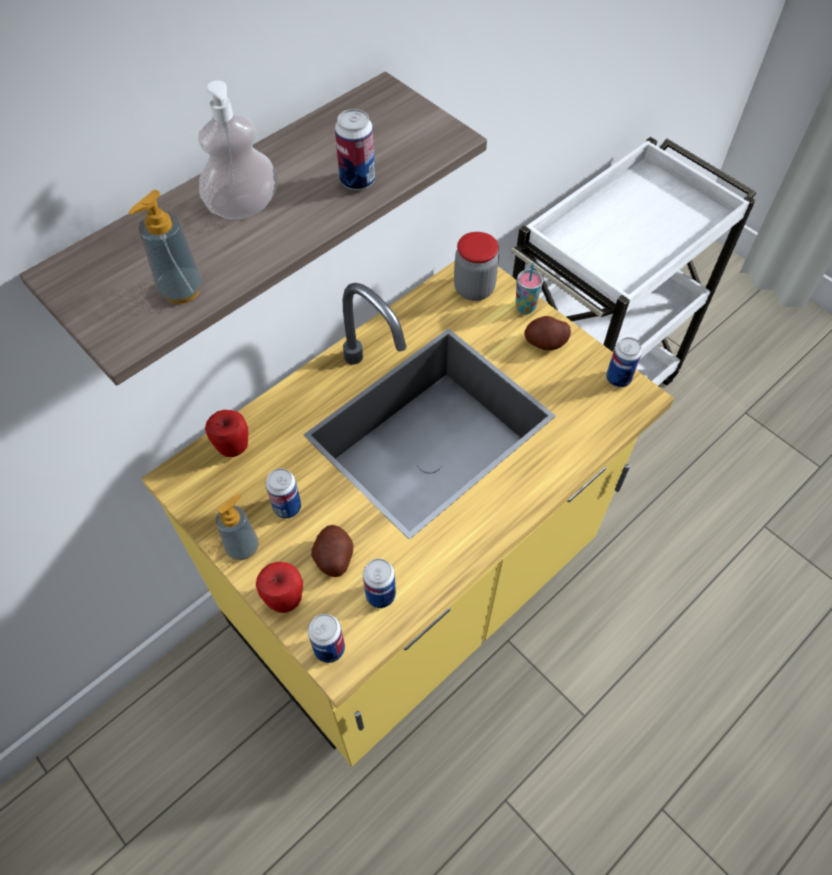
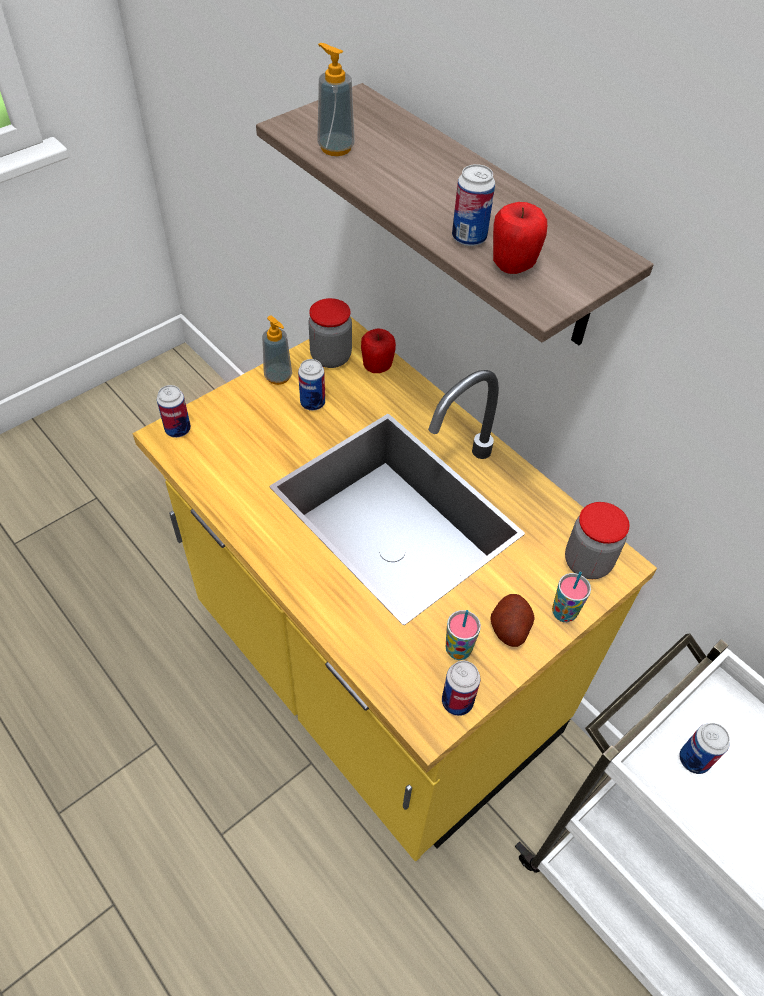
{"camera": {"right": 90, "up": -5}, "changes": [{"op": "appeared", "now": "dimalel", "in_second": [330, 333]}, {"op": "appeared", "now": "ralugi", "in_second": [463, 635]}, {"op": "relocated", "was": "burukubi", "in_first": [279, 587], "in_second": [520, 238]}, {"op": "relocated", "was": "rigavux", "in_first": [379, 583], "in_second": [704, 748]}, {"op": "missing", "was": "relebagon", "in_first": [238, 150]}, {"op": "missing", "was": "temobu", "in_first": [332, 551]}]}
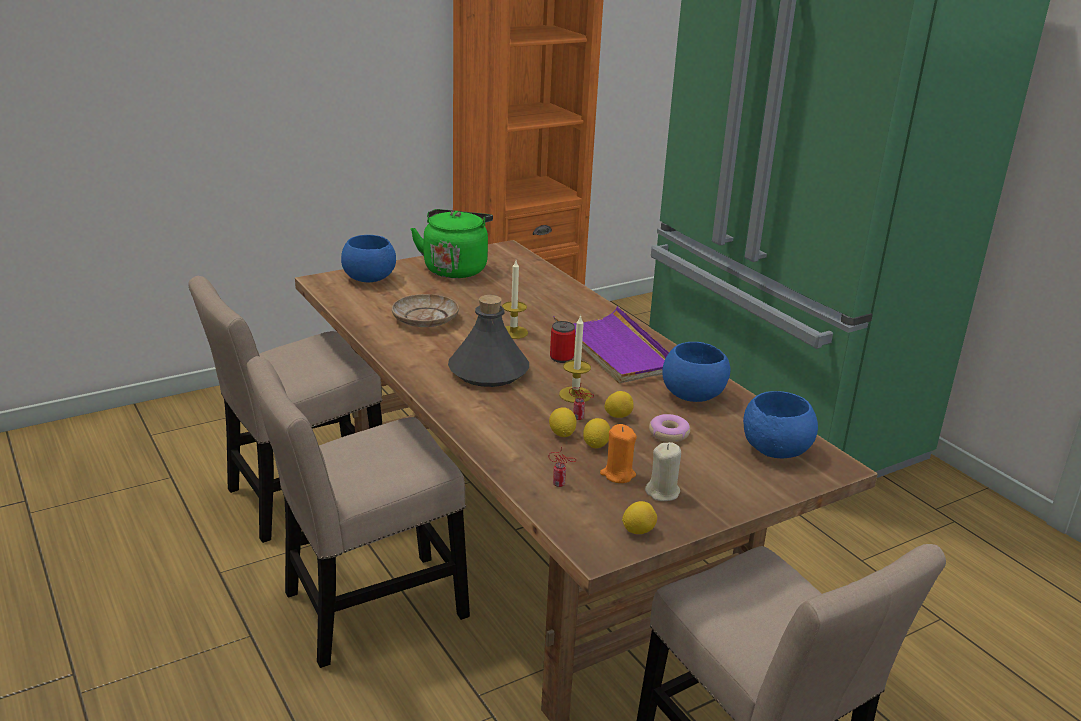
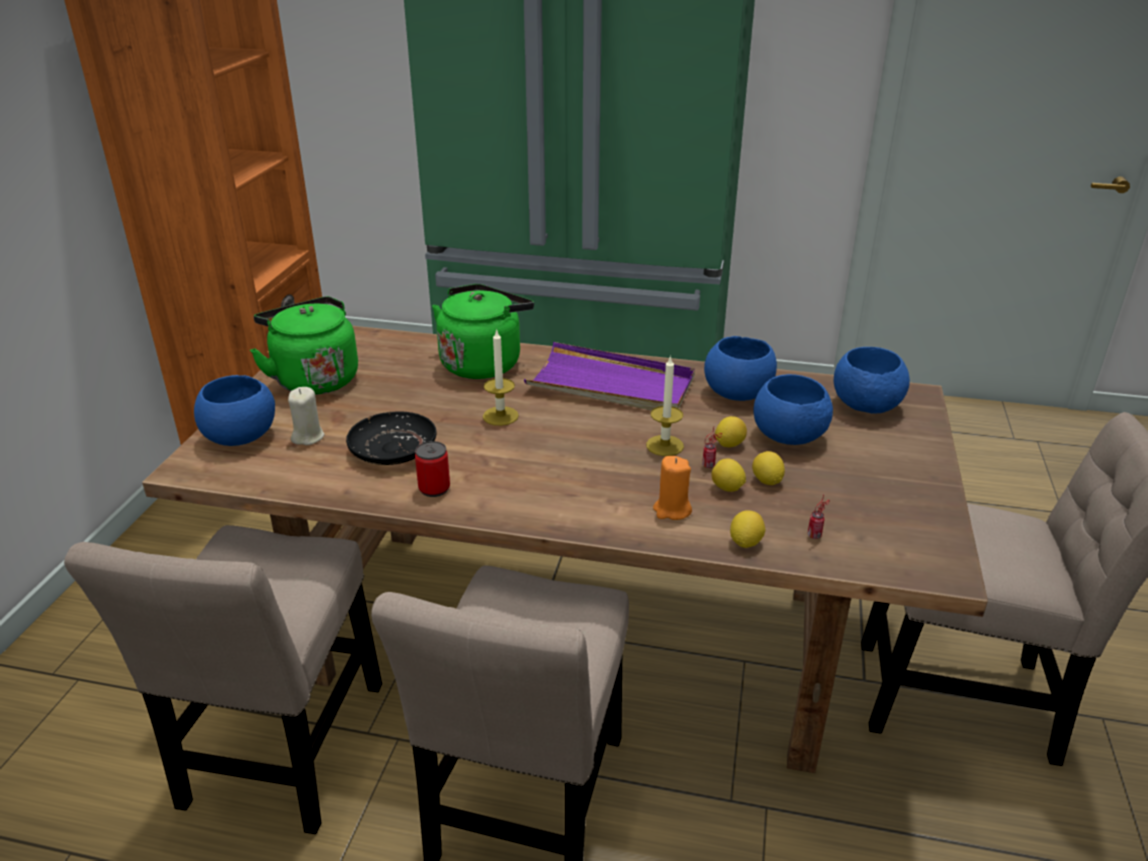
{"camera": {"right": -45, "up": 5}, "changes": [{"op": "relocated", "was": "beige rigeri", "in_first": [663, 471], "in_second": [306, 416]}, {"op": "colour", "was": "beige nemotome", "now": "black nemotome", "in_first": [425, 310], "in_second": [391, 438]}, {"op": "relocated", "was": "rigavux", "in_first": [562, 342], "in_second": [432, 469]}, {"op": "appeared", "now": "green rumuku", "in_second": [483, 331]}, {"op": "relocated", "was": "orange rigeri", "in_first": [618, 453], "in_second": [672, 488]}, {"op": "relocated", "was": "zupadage", "in_first": [639, 517], "in_second": [747, 529]}, {"op": "exchanged", "was": "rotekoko", "now": "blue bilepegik", "in_first": [669, 428], "in_second": [793, 409]}, {"op": "missing", "was": "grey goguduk", "in_first": [488, 341]}]}
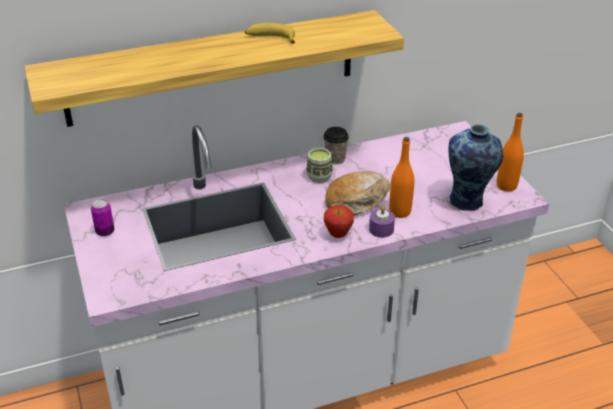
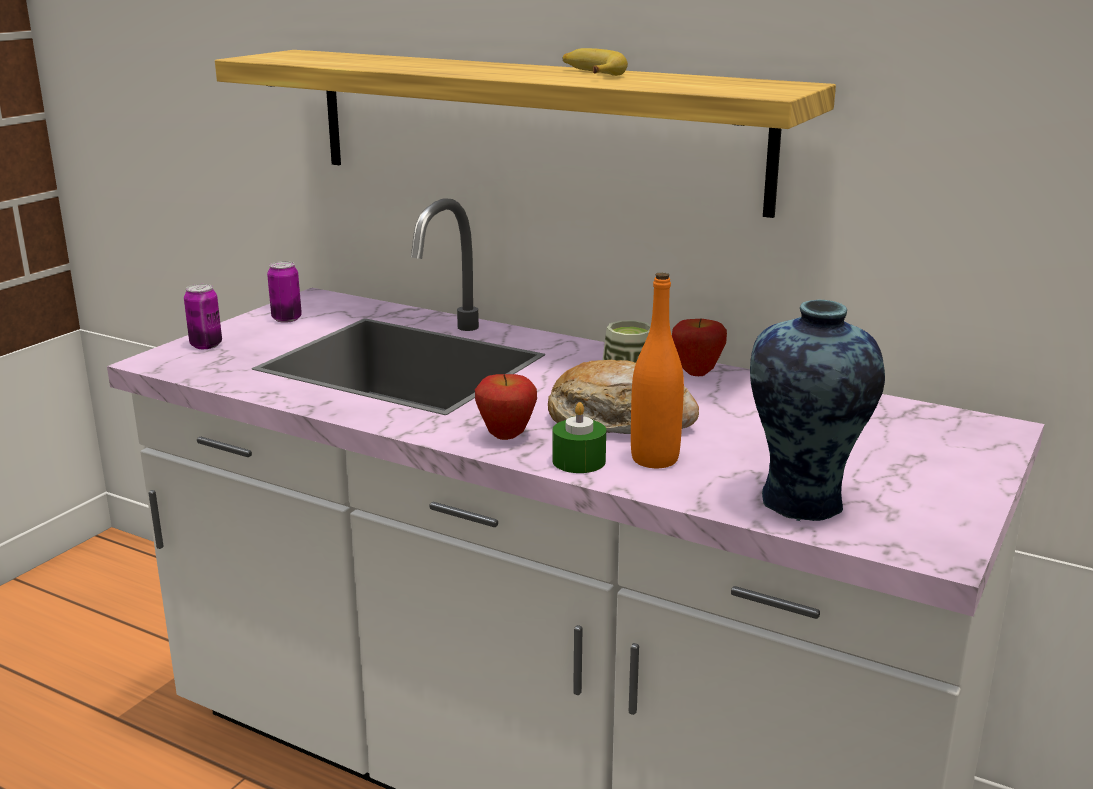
{"camera": {"right": 50, "up": -15}, "changes": [{"op": "appeared", "now": "rigavux", "in_second": [203, 316]}, {"op": "colour", "was": "purple rigeri", "now": "green rigeri", "in_first": [382, 222], "in_second": [579, 437]}, {"op": "exchanged", "was": "ralugi", "now": "burukubi", "in_first": [336, 145], "in_second": [699, 347]}, {"op": "missing", "was": "orange goguduk", "in_first": [510, 152]}]}
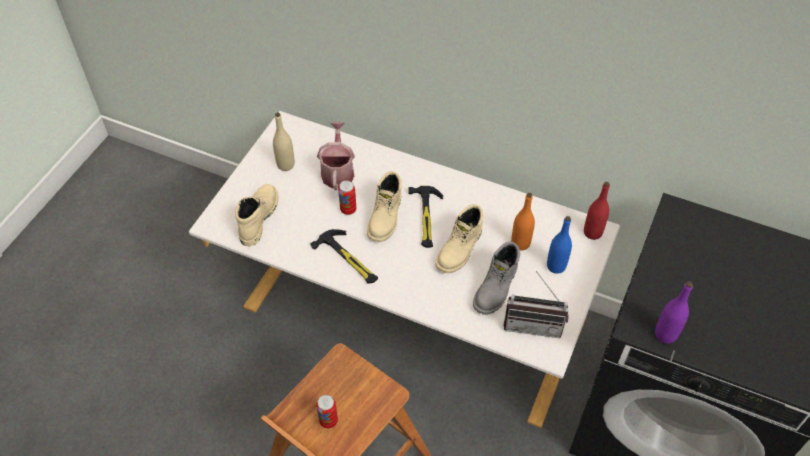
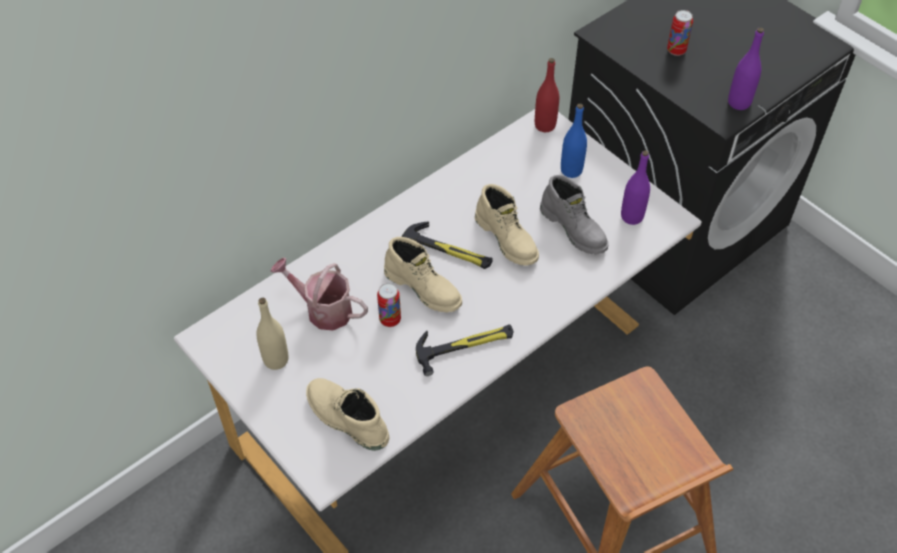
{"camera": {"right": -65, "up": 0}, "changes": [{"op": "exchanged", "was": "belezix", "now": "purple goguduk", "in_first": [536, 304], "in_second": [635, 187]}, {"op": "relocated", "was": "rigavux", "in_first": [327, 412], "in_second": [680, 33]}, {"op": "missing", "was": "orange goguduk", "in_first": [523, 221]}]}
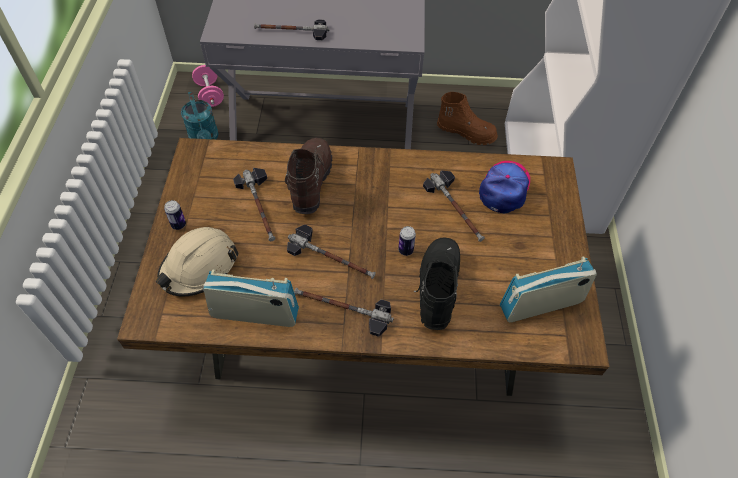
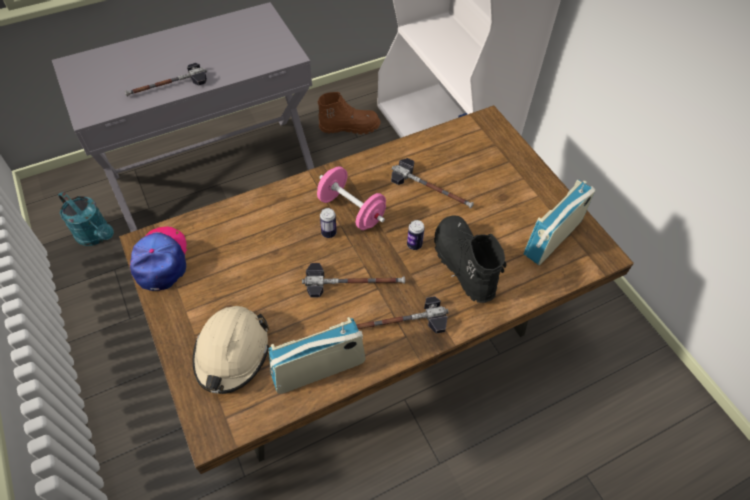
{"camera": {"right": -30, "up": 0}, "changes": [{"op": "relocated", "was": "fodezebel", "in_first": [504, 187], "in_second": [158, 258]}, {"op": "relocated", "was": "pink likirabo", "in_first": [208, 86], "in_second": [351, 198]}, {"op": "relocated", "was": "rigavux", "in_first": [175, 215], "in_second": [328, 223]}, {"op": "missing", "was": "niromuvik", "in_first": [254, 204]}, {"op": "missing", "was": "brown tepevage", "in_first": [308, 176]}]}
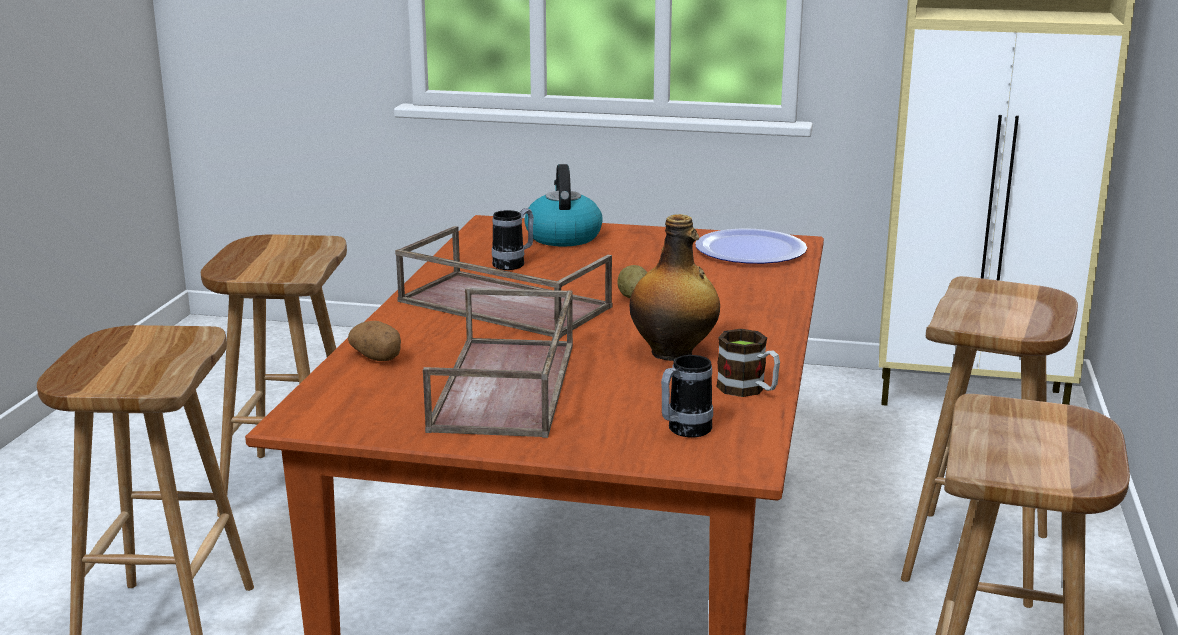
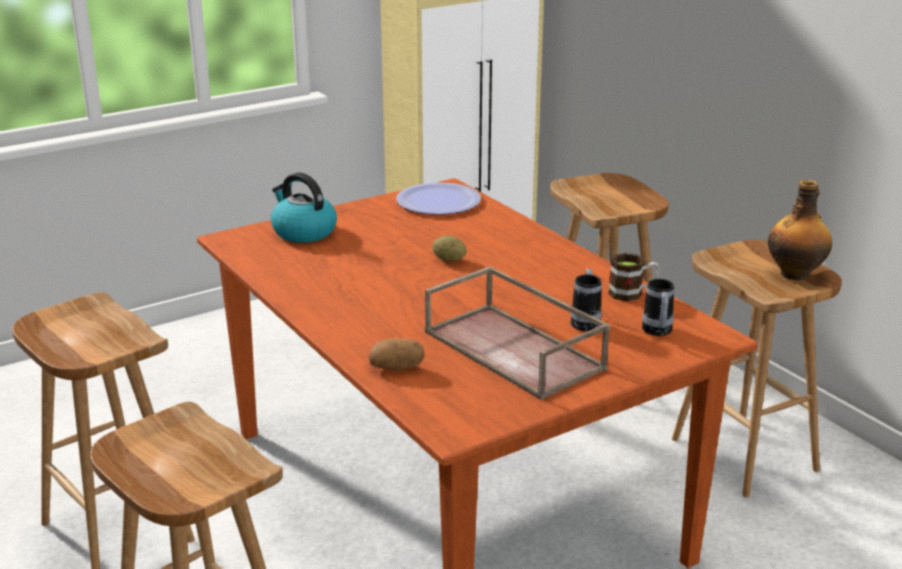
{"camera": {"right": -45, "up": 5}, "changes": [{"op": "relocated", "was": "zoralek", "in_first": [513, 239], "in_second": [586, 300]}, {"op": "relocated", "was": "goguduk", "in_first": [674, 287], "in_second": [800, 230]}, {"op": "missing", "was": "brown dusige", "in_first": [503, 282]}]}
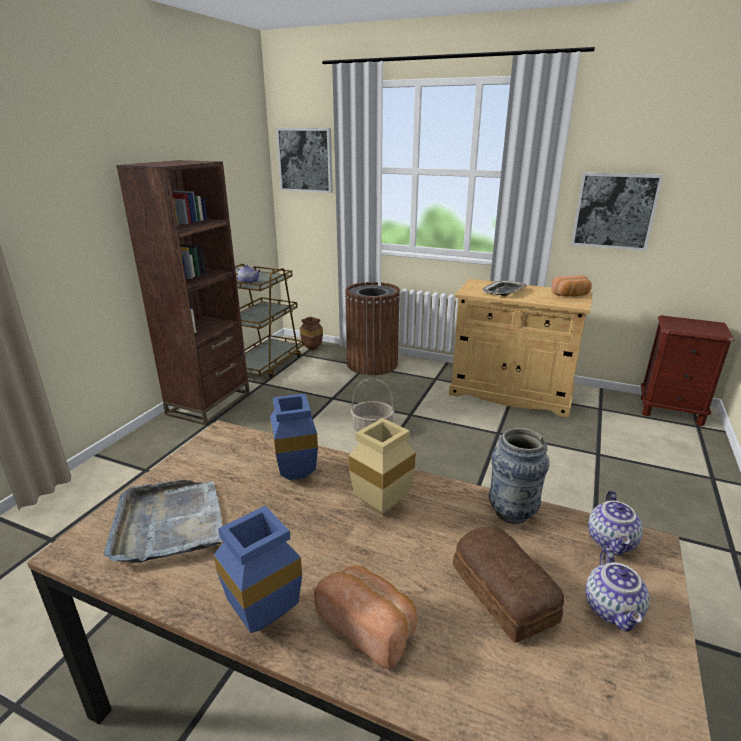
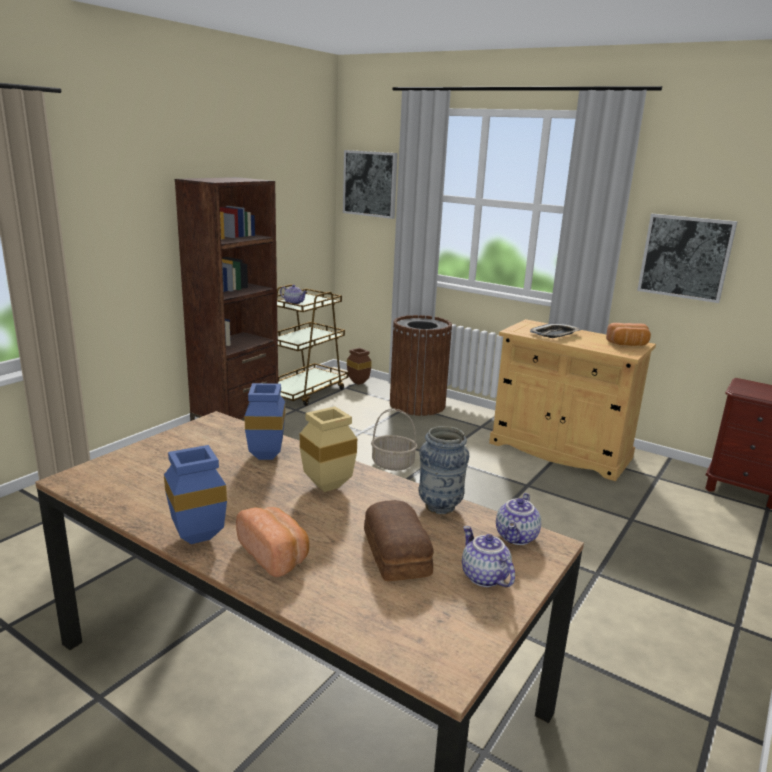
{"camera": {"right": 10, "up": -5}, "changes": [{"op": "spun", "was": "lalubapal", "in_first": [618, 590], "in_second": [488, 556], "clockwise": 135}, {"op": "missing", "was": "grey dusige", "in_first": [163, 521]}]}
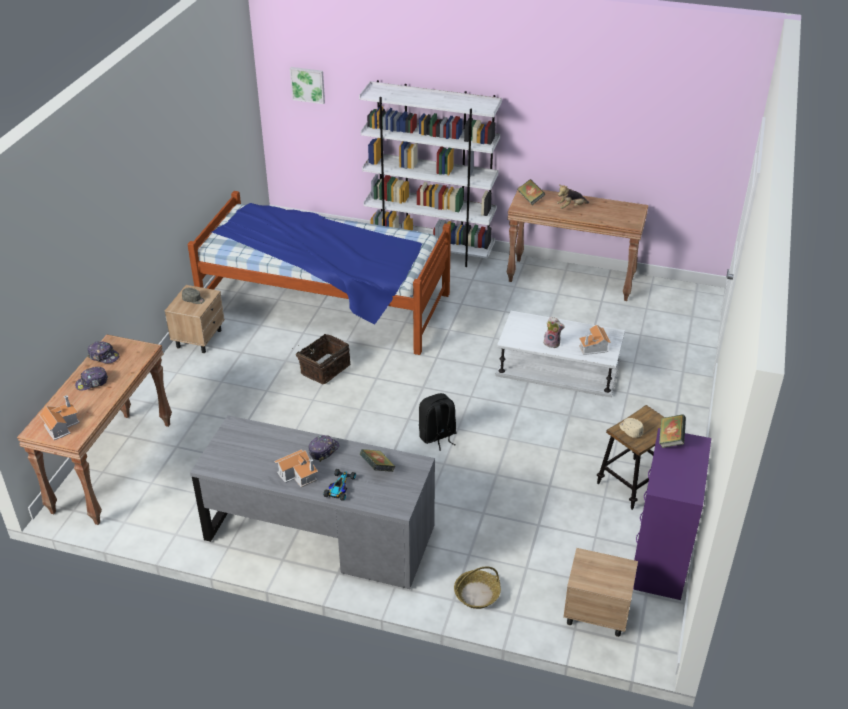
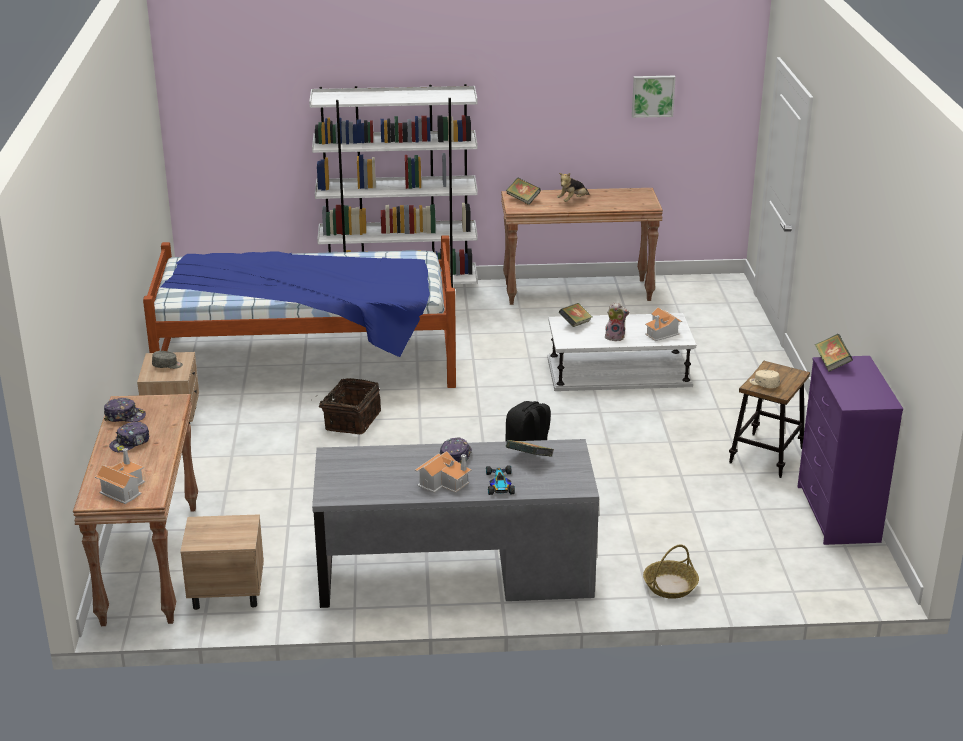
{"camera": {"right": -20, "up": -10}, "changes": [{"op": "relocated", "was": "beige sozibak", "in_first": [600, 592], "in_second": [222, 562]}, {"op": "appeared", "now": "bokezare", "in_second": [575, 315]}, {"op": "relocated", "was": "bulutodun", "in_first": [307, 85], "in_second": [654, 97]}]}
